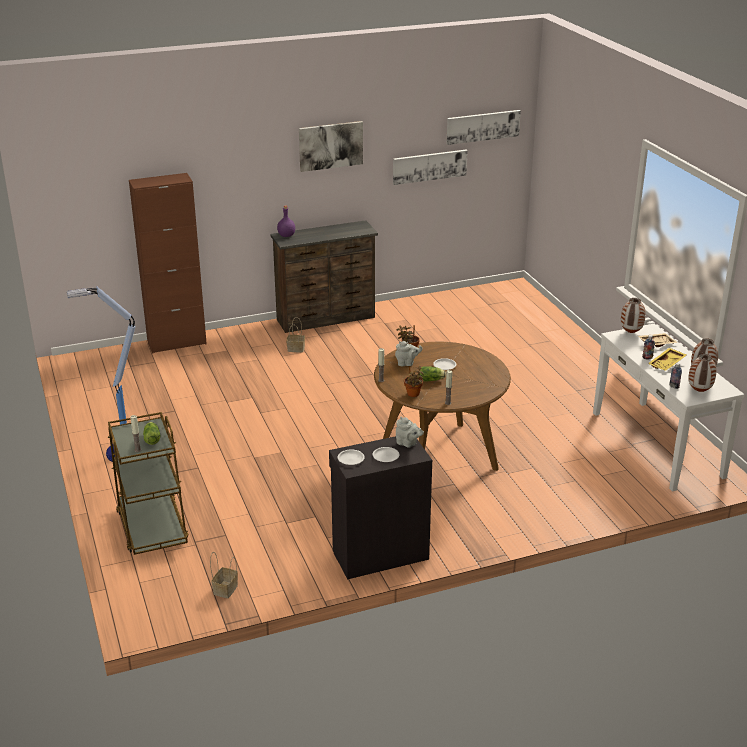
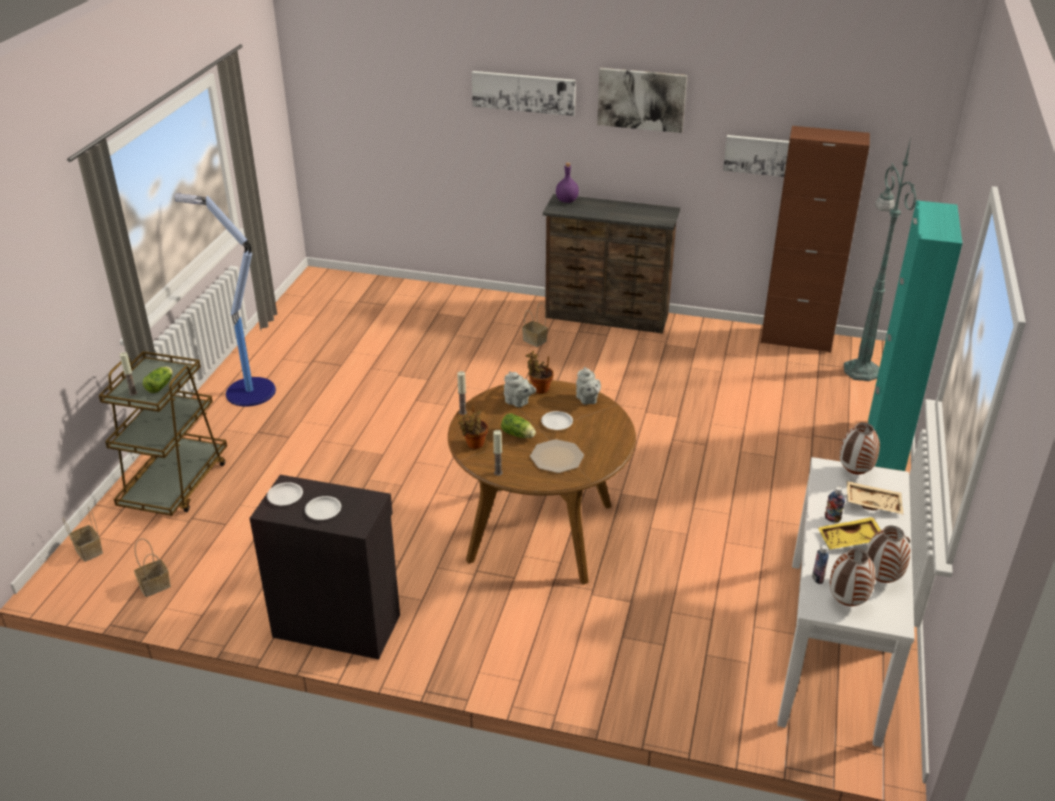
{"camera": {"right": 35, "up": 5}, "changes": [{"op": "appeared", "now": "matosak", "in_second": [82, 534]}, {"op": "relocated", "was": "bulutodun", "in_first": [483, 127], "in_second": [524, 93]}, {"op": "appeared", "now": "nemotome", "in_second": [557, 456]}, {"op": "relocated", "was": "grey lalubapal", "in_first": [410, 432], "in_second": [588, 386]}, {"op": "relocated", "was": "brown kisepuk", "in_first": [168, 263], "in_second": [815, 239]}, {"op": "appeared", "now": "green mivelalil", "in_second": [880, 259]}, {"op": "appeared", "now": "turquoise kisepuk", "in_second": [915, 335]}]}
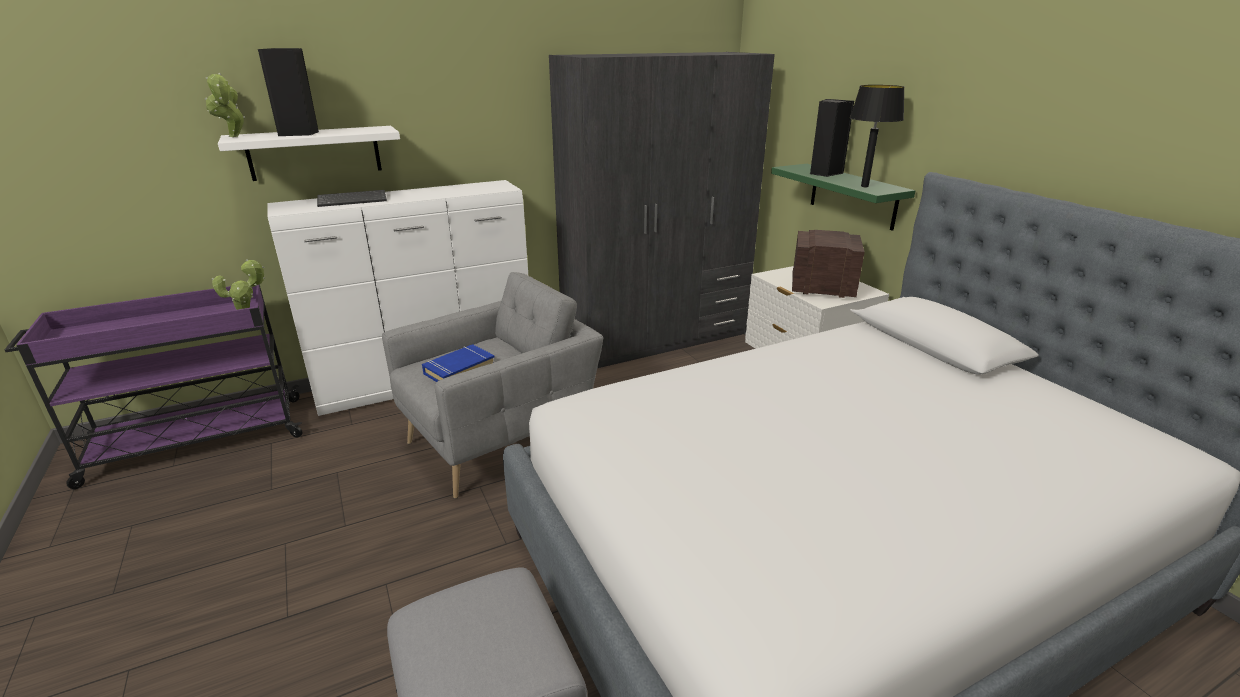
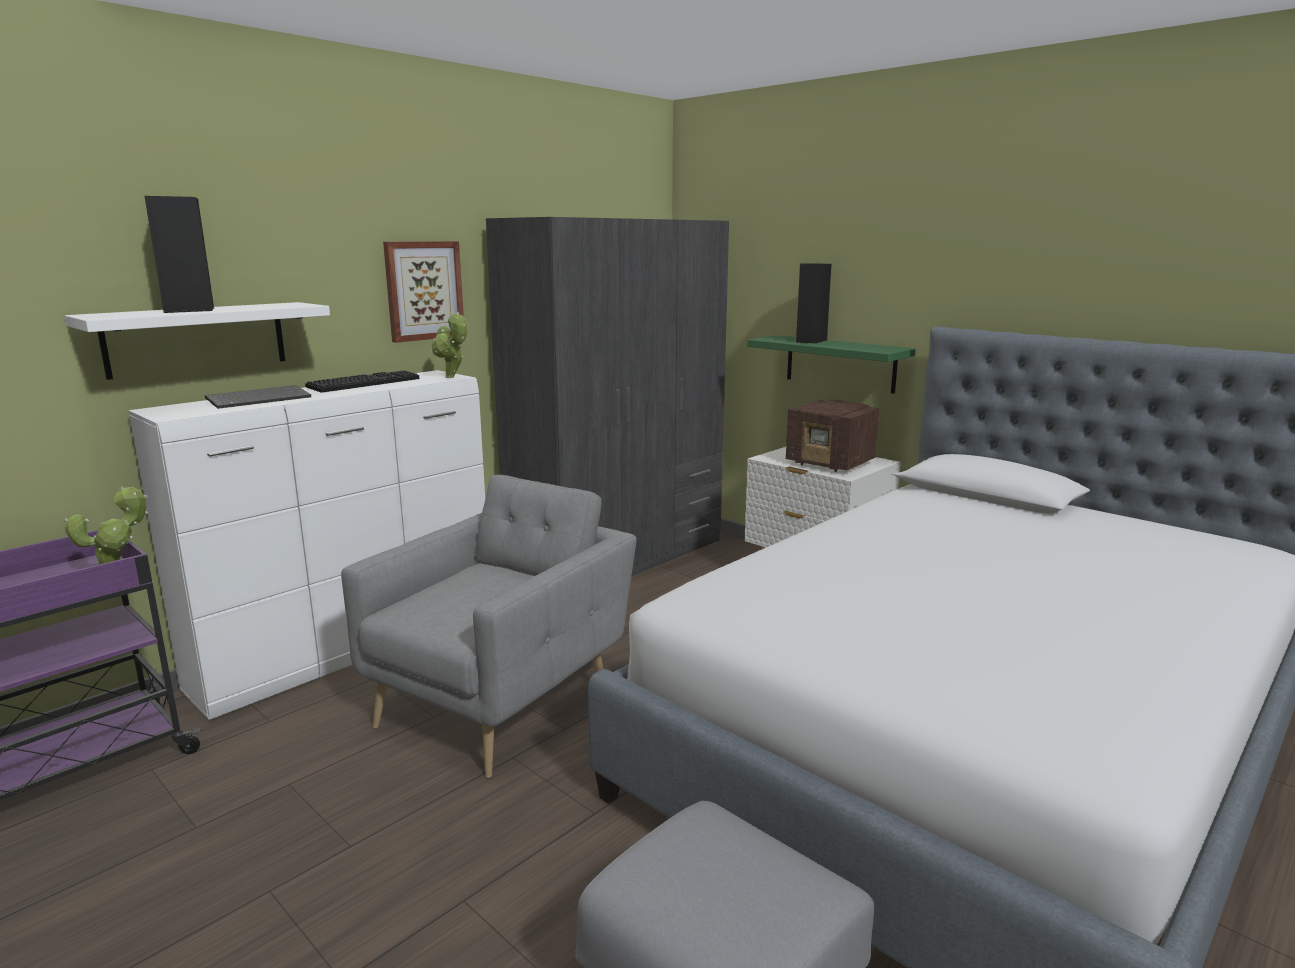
{"camera": {"right": -20, "up": -10}, "changes": [{"op": "appeared", "now": "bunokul", "in_second": [362, 382]}, {"op": "appeared", "now": "bulutodun", "in_second": [423, 292]}, {"op": "relocated", "was": "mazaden", "in_first": [225, 105], "in_second": [449, 345]}, {"op": "spun", "was": "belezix", "in_first": [828, 264], "in_second": [832, 436], "clockwise": -135}, {"op": "missing", "was": "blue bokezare", "in_first": [458, 363]}, {"op": "missing", "was": "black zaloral", "in_first": [877, 136]}]}
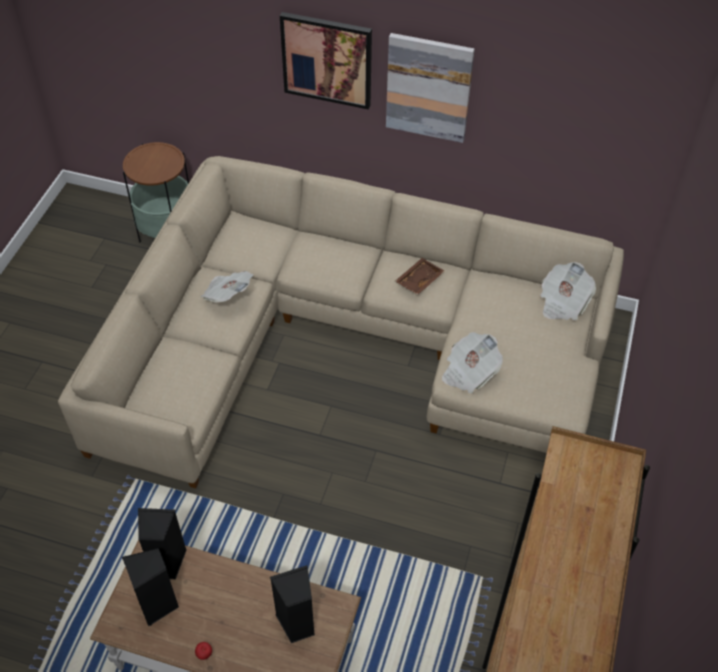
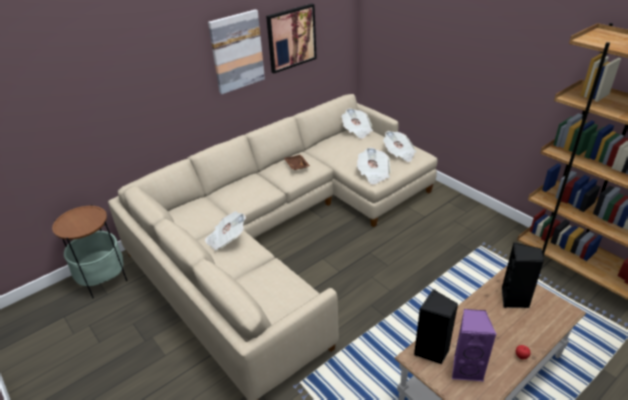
{"camera": {"right": -55, "up": -15}, "changes": [{"op": "relocated", "was": "bulutodun", "in_first": [326, 61], "in_second": [291, 38]}, {"op": "appeared", "now": "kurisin", "in_second": [399, 146]}, {"op": "colour", "was": "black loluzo", "now": "purple loluzo", "in_first": [150, 587], "in_second": [474, 345]}]}
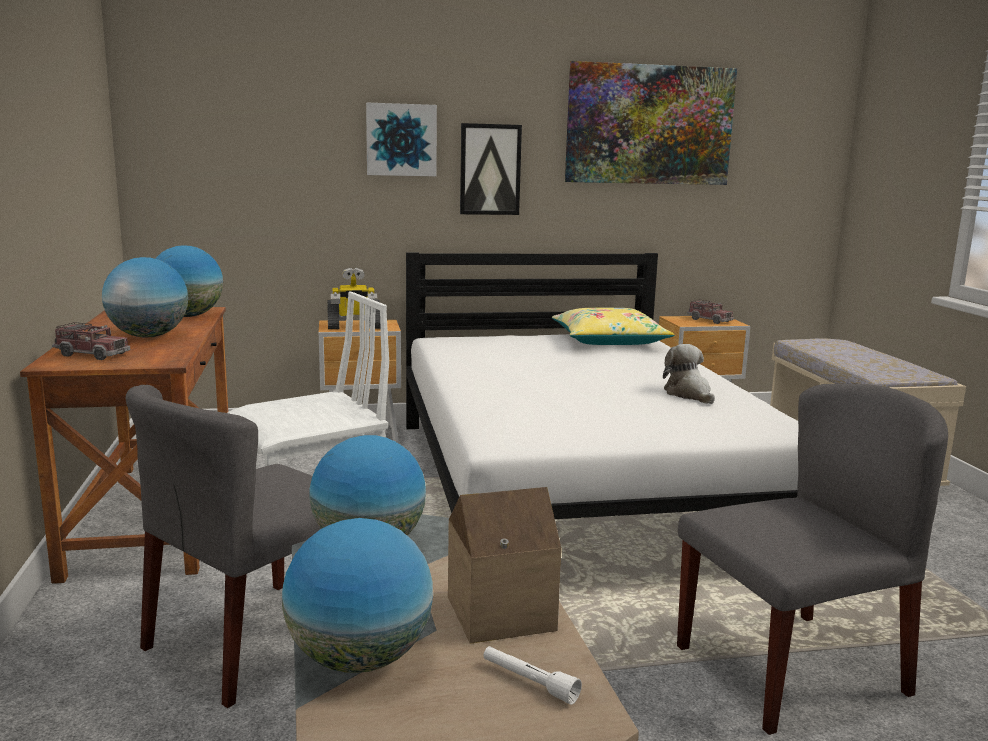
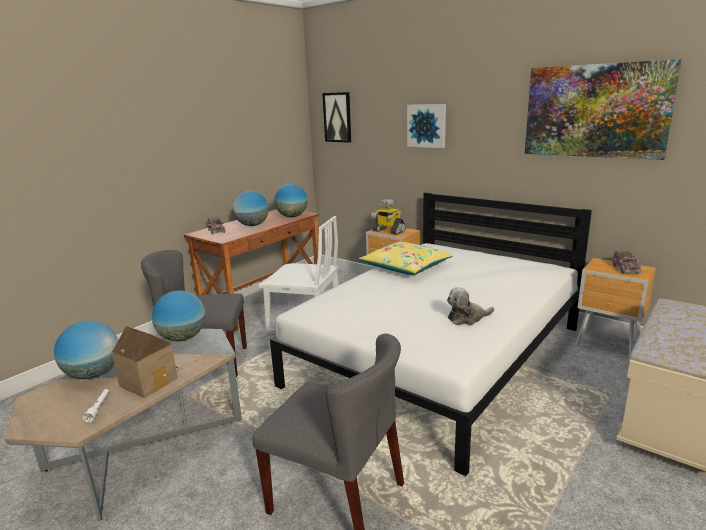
{"camera": {"right": 50, "up": 5}, "changes": [{"op": "relocated", "was": "bulutodun", "in_first": [491, 169], "in_second": [336, 117]}, {"op": "relocated", "was": "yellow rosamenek", "in_first": [613, 326], "in_second": [406, 258]}, {"op": "spun", "was": "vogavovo", "in_first": [689, 374], "in_second": [470, 306], "clockwise": -135}]}
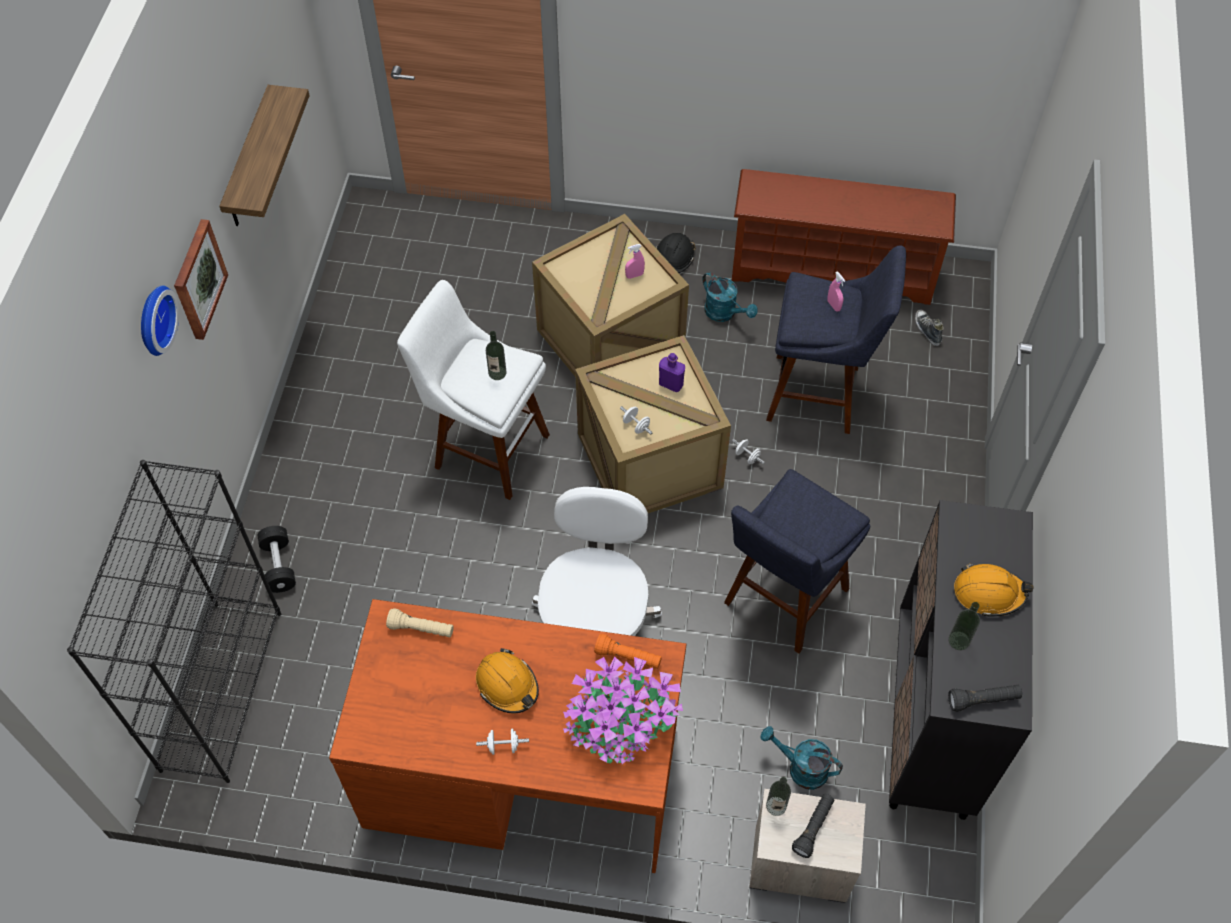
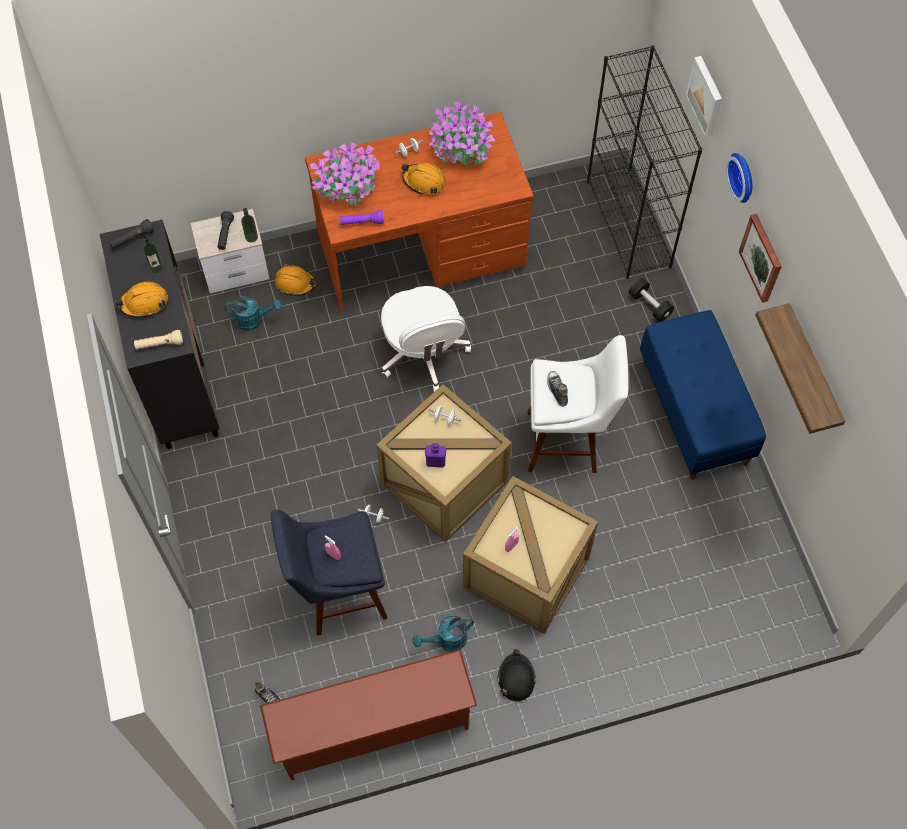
{"camera": {"right": 155, "up": 5}, "changes": [{"op": "relocated", "was": "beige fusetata", "in_first": [420, 622], "in_second": [158, 340]}, {"op": "appeared", "now": "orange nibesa", "in_second": [295, 280]}, {"op": "colour", "was": "orange fusetata", "now": "purple fusetata", "in_first": [628, 651], "in_second": [362, 217]}, {"op": "spun", "was": "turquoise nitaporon", "in_first": [730, 297], "in_second": [443, 633], "clockwise": -45}, {"op": "appeared", "now": "mazaden", "in_second": [462, 134]}, {"op": "exchanged", "was": "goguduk", "now": "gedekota", "in_first": [496, 355], "in_second": [557, 389]}, {"op": "appeared", "now": "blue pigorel", "in_second": [703, 395]}, {"op": "appeared", "now": "bulutodun", "in_second": [704, 96]}, {"op": "missing", "was": "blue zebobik", "in_first": [797, 561]}]}
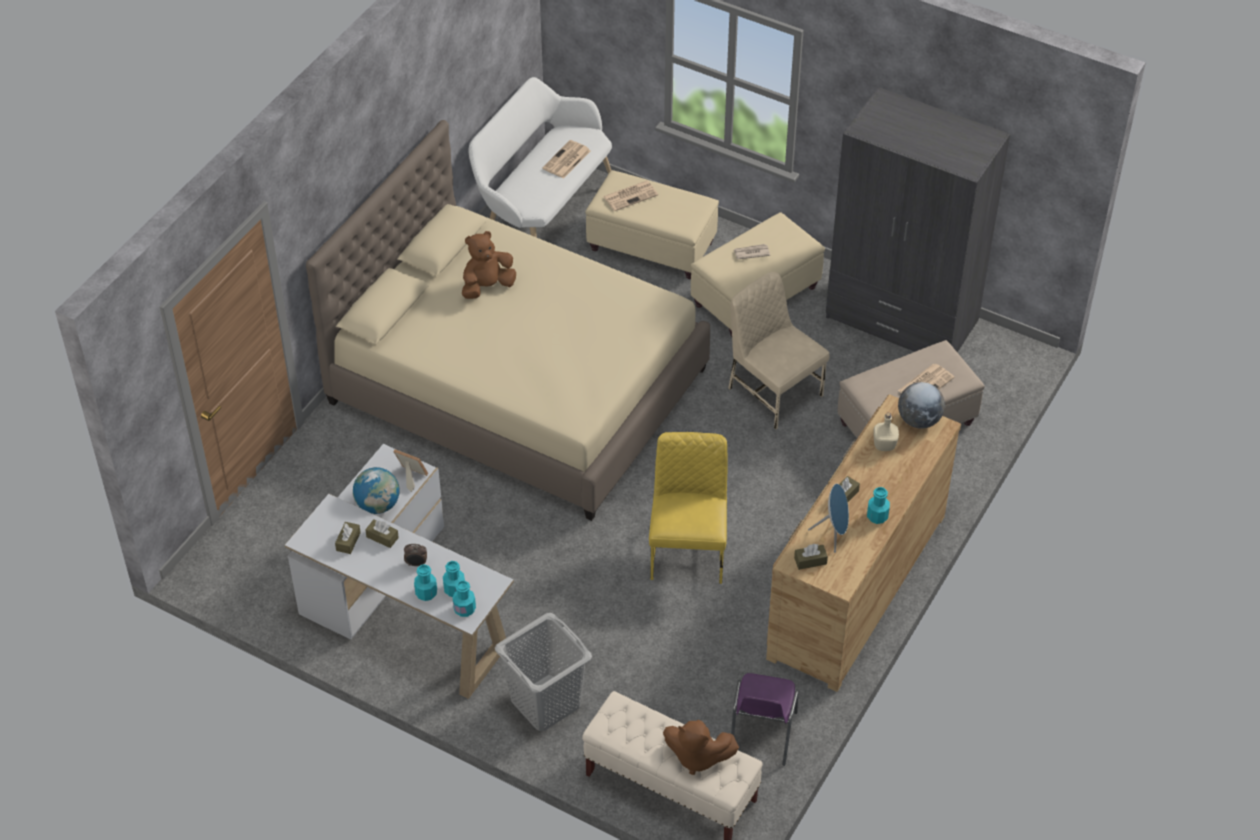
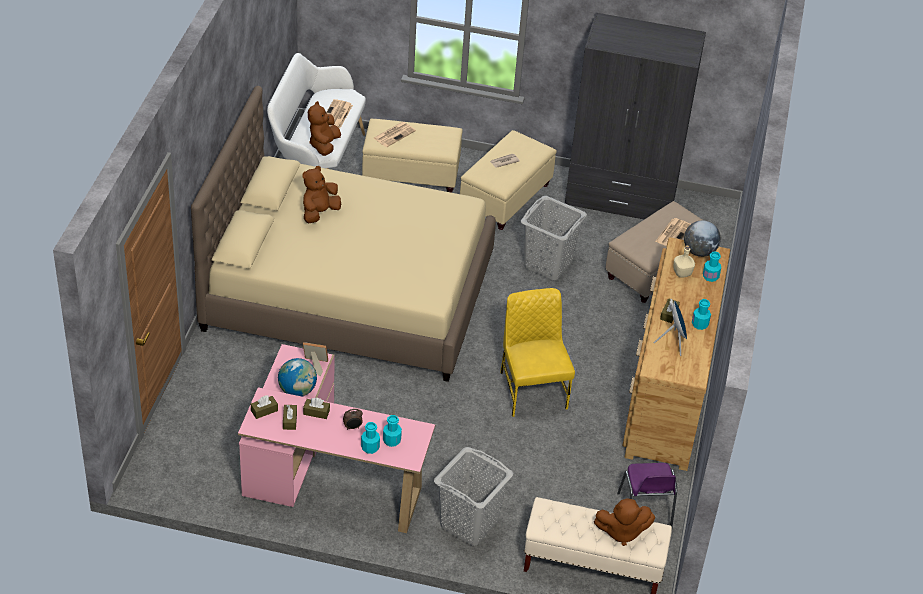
{"camera": {"right": -20, "up": -5}, "changes": [{"op": "colour", "was": "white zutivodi", "now": "pink zutivodi", "in_first": [399, 571], "in_second": [336, 438]}, {"op": "relocated", "was": "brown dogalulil", "in_first": [811, 557], "in_second": [264, 407]}, {"op": "appeared", "now": "brown vogavovo", "in_second": [324, 128]}, {"op": "exchanged", "was": "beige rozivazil", "now": "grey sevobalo", "in_first": [778, 350], "in_second": [554, 238]}, {"op": "relocated", "was": "turquoise goguduk", "in_first": [464, 598], "in_second": [712, 267]}]}
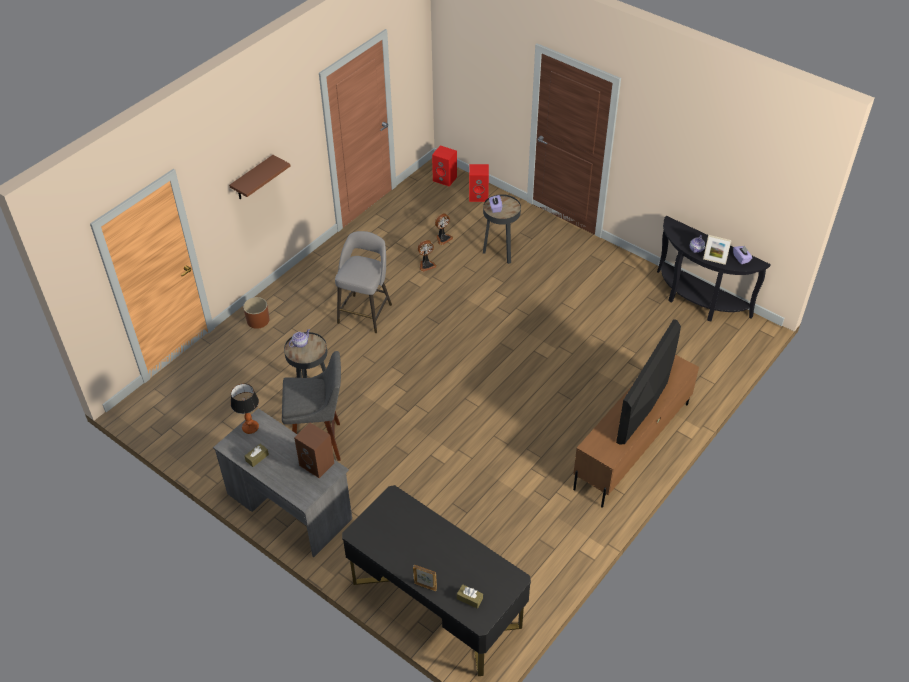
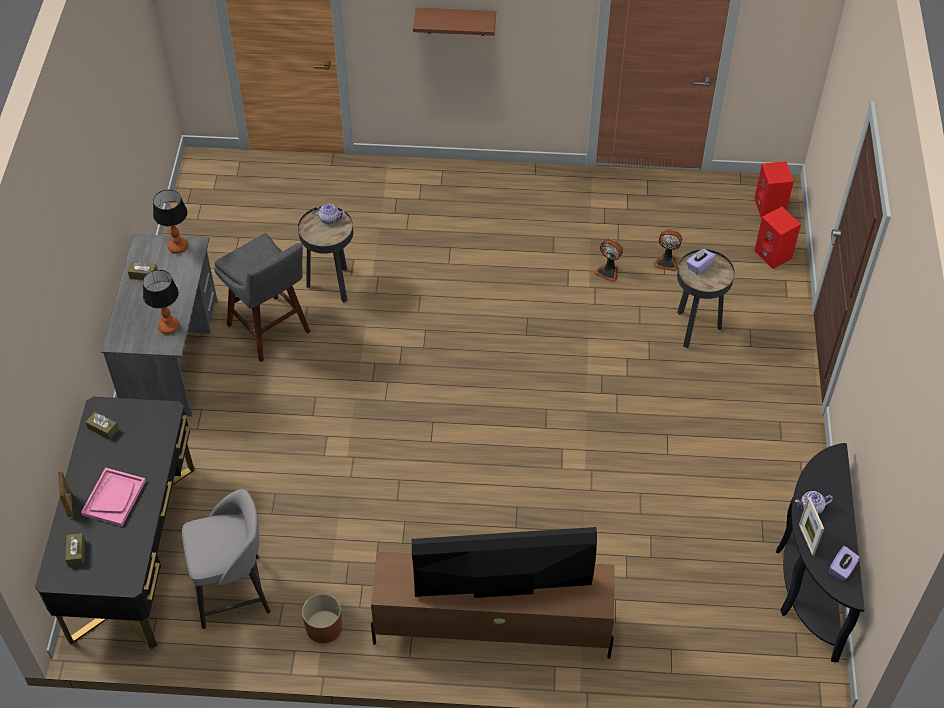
{"camera": {"right": 55, "up": 5}, "changes": [{"op": "appeared", "now": "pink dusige", "in_second": [113, 497]}, {"op": "appeared", "now": "brown dogalulil", "in_second": [102, 426]}, {"op": "exchanged", "was": "brown loluzo", "now": "zaloral", "in_first": [314, 450], "in_second": [161, 302]}, {"op": "relocated", "was": "grey zebobik", "in_first": [363, 282], "in_second": [226, 559]}, {"op": "relocated", "was": "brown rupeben", "in_first": [256, 313], "in_second": [322, 618]}]}
